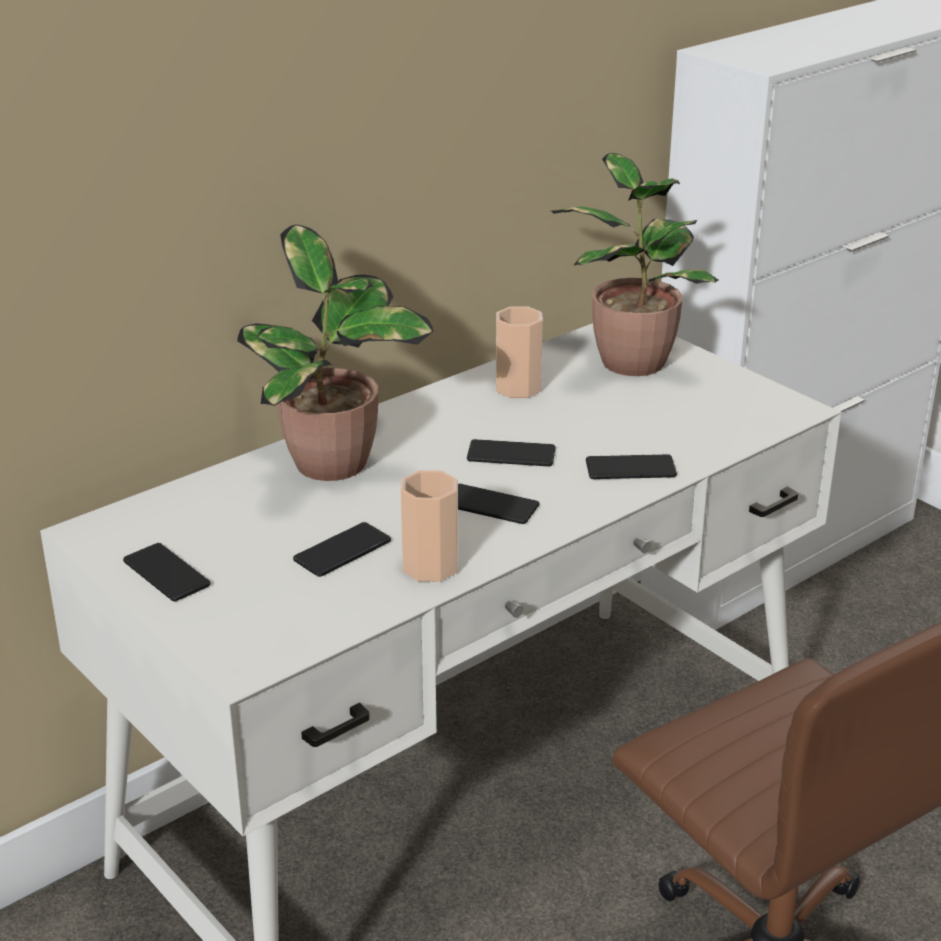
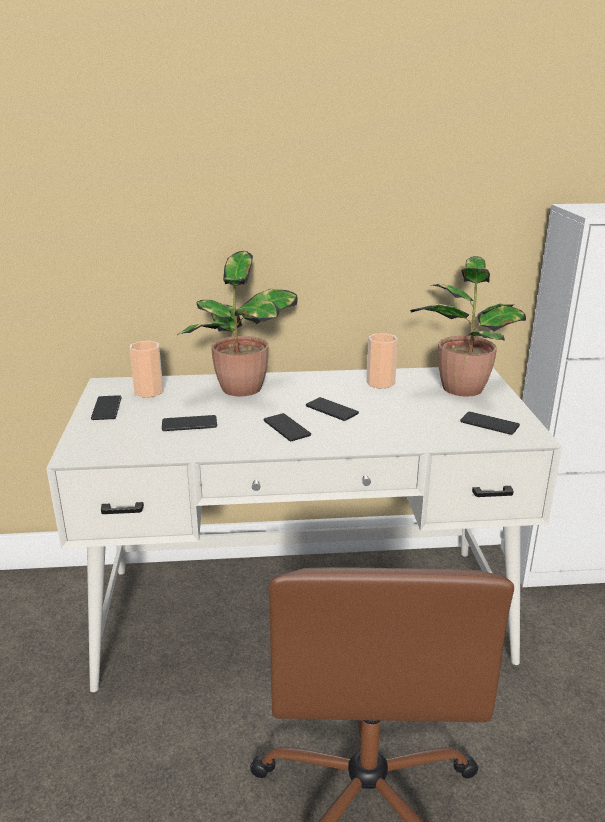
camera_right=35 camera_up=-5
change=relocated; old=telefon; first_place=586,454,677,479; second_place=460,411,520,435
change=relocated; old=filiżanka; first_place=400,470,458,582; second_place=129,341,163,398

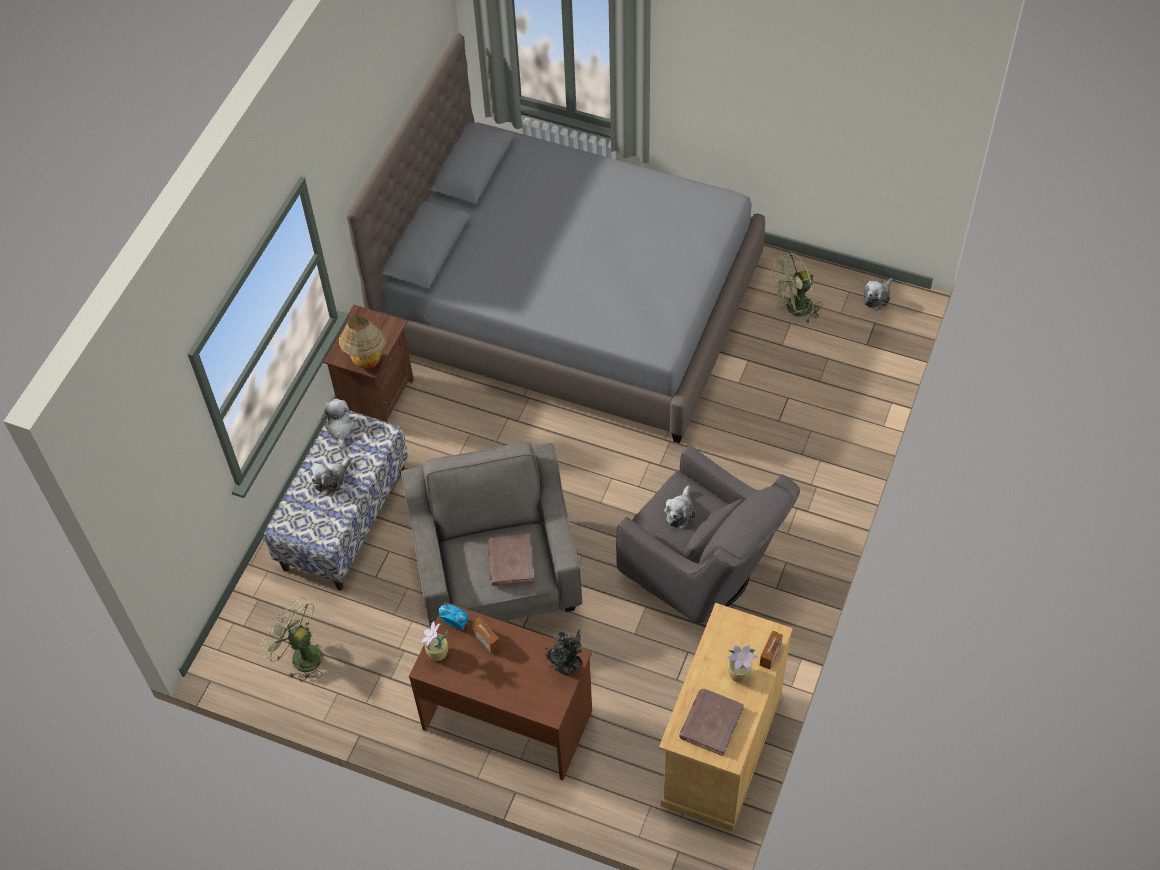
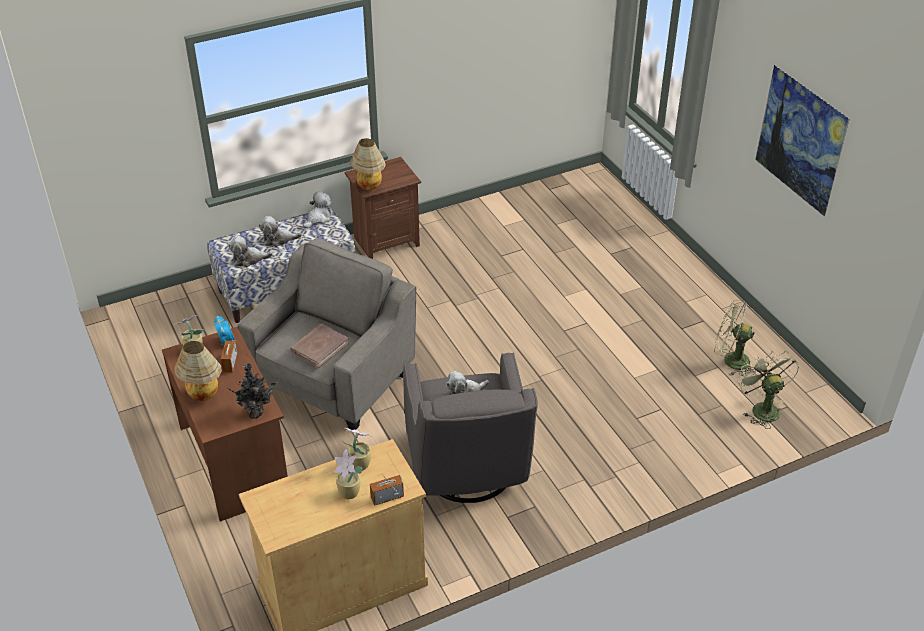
camera_right=40 camera_up=-15
change=missing; old=łóżko/szary; first_place=346,33,765,443
change=relocated; old=pluszak; first_place=864,278,893,311; second_place=228,236,273,267
change=relocated; old=wentylator/zielony; first_place=261,597,323,682; second_place=737,351,799,429
change=missing; old=książka/brązowy; first_place=679,688,744,756
change=appeared; new=obraz; second_place=755,65,850,217
change=appeared; new=lampa stołowa; second_place=174,341,222,401
change=appeared; new=roślina doniczkowa; second_place=342,428,372,470

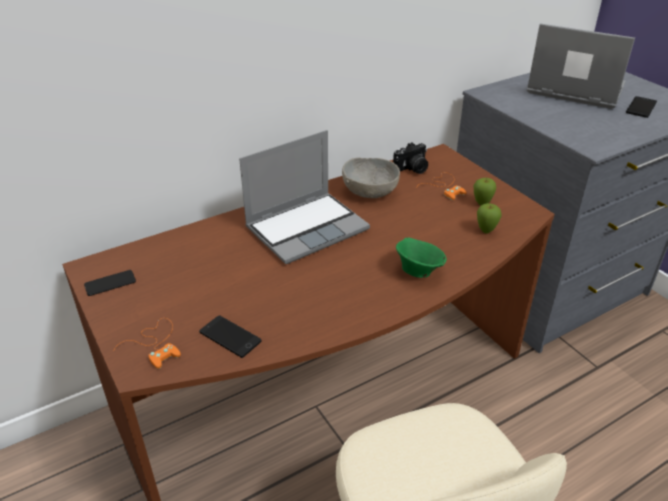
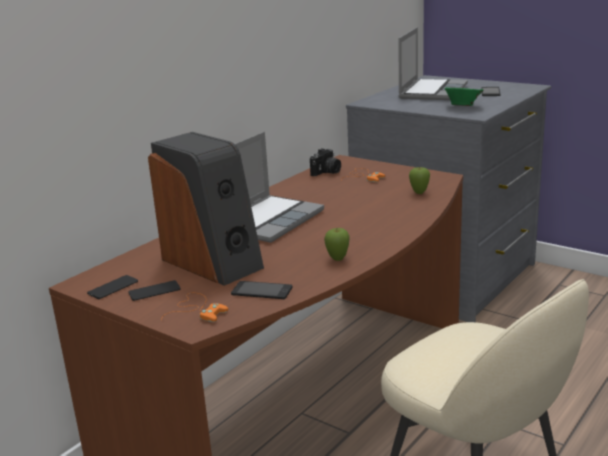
camera_right=-20 camera_up=-15
change=spun; old=laptop; first_place=527,23,635,109; second_place=398,27,468,100; degrees=105
change=missing; old=miska/szary; first_place=342,158,400,198
change=relocated; old=jabłko; first_place=474,178,496,206; second_place=324,228,350,261
change=relocated; old=miska/zielony; first_place=396,237,447,278; second_place=444,87,483,106
change=appeared; new=głośnik; second_place=148,132,264,286
change=appeared; new=telefon; second_place=128,280,181,301

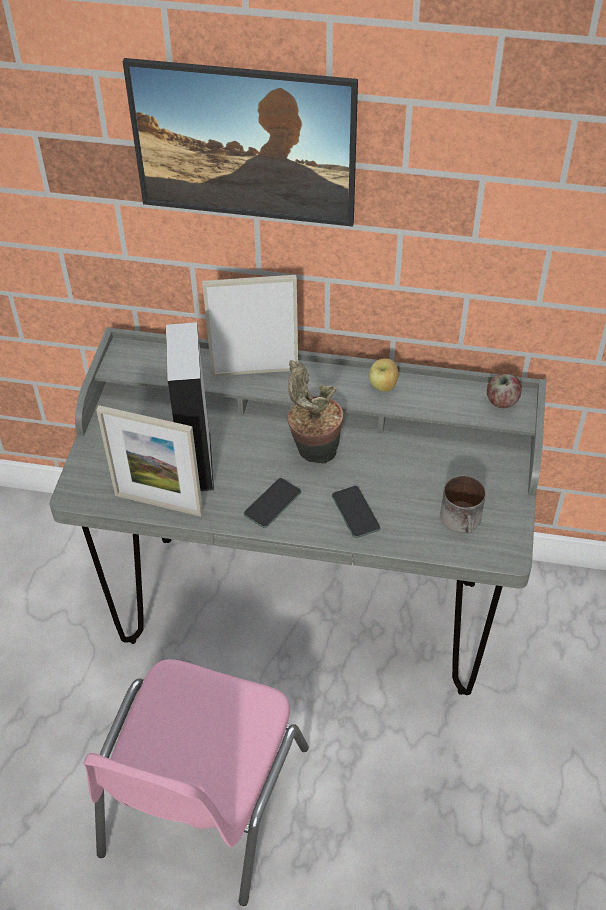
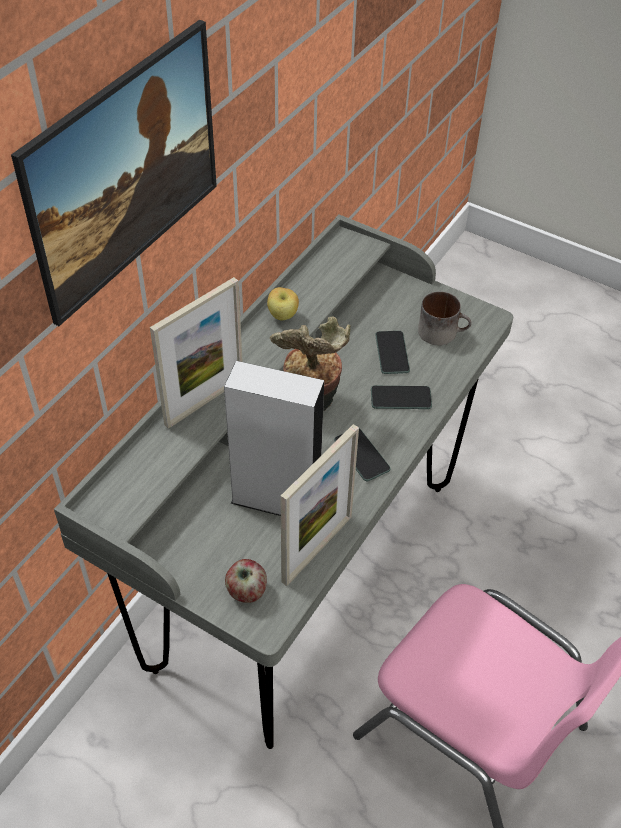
camera_right=-70 camera_up=0
change=spun; old=ramka na zdjęcie; first_place=202,275,298,376; second_place=150,277,243,428; degrees=-150
change=relocated; old=jabłko; first_place=487,374,522,408; second_place=225,559,267,603
change=appeared; new=telefon; second_place=375,331,410,374

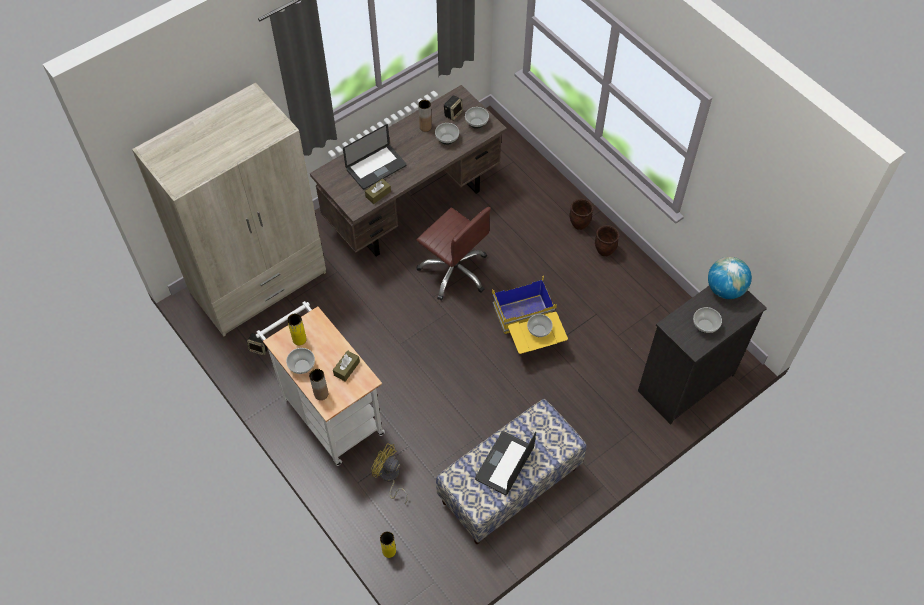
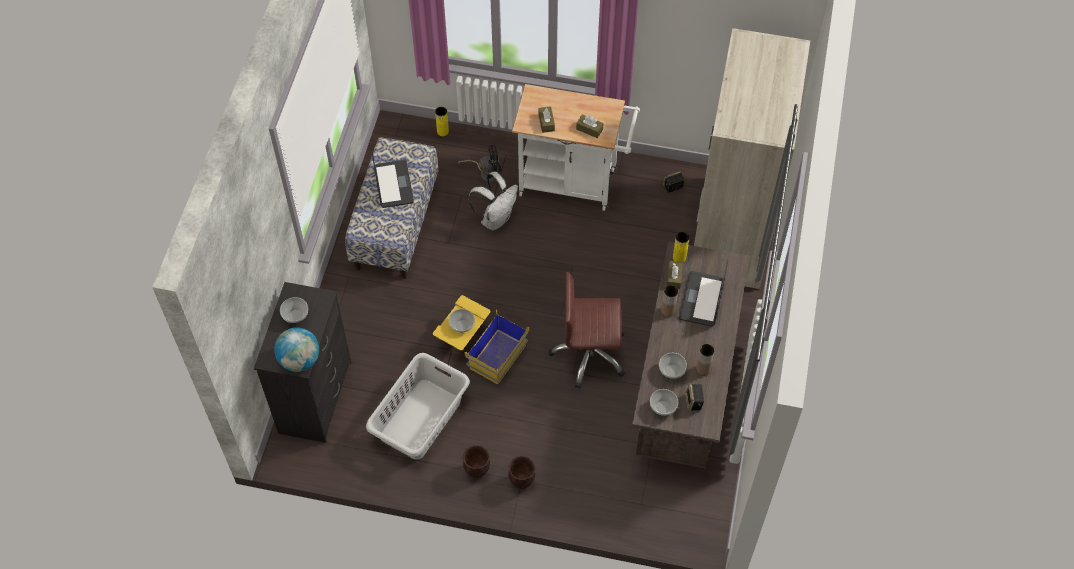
camera_right=140 camera_up=0
change=relocated; old=wazon/żółty; first_place=287,313,307,345; second_place=673,232,690,263
change=missing; old=miska; first_place=286,348,315,374
change=relocated; old=wazon/brązowy; first_place=309,369,328,400; second_place=661,285,678,317
change=colour; old=wentylator/żółty; new=wentylator/czarny; first_place=371,443,408,504; second_place=458,144,501,182
change=appeared; new=pudełko chusteczek/brązowy; second_place=576,114,604,138
change=appeared; new=plecak/biały; second_place=468,172,518,231
change=appeared; new=kosz na pranie/szary; second_place=366,353,470,460

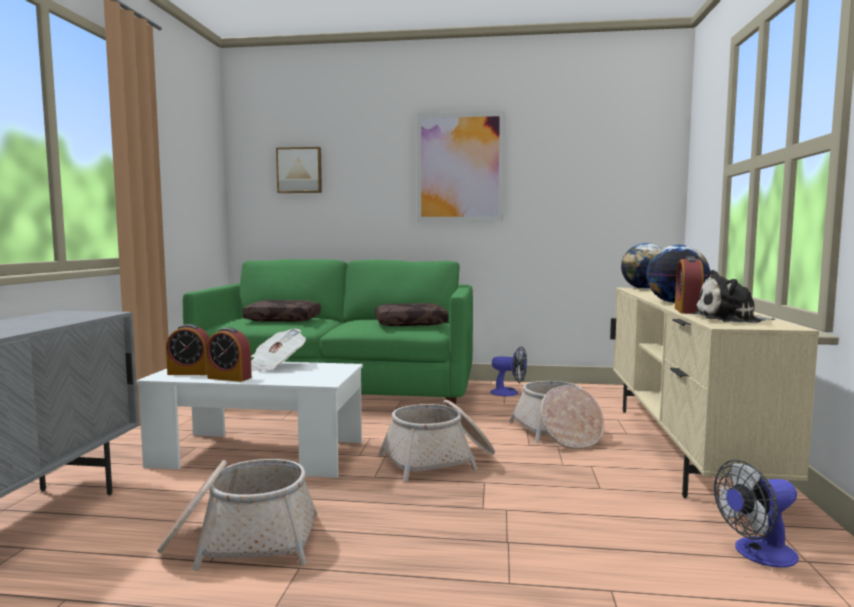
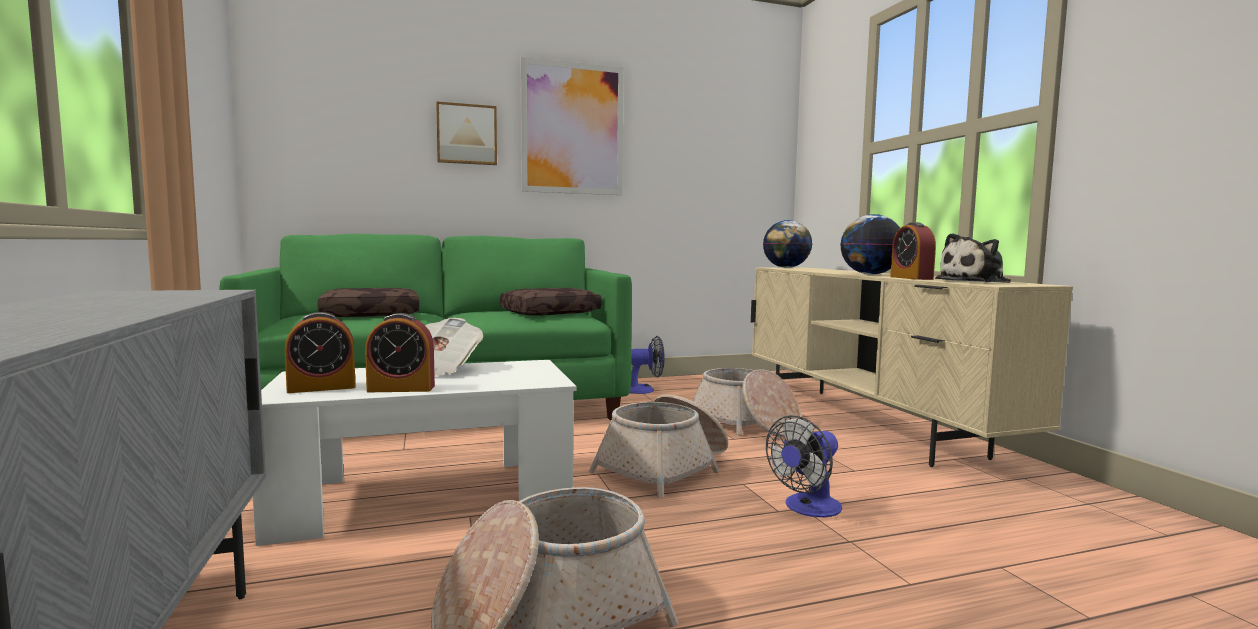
camera_right=-25 camera_up=0
change=relocated; old=obraz; first_place=276,147,322,193; second_place=436,101,497,165
change=relocated; old=wentylator; first_place=714,460,799,568; second_place=766,415,842,517

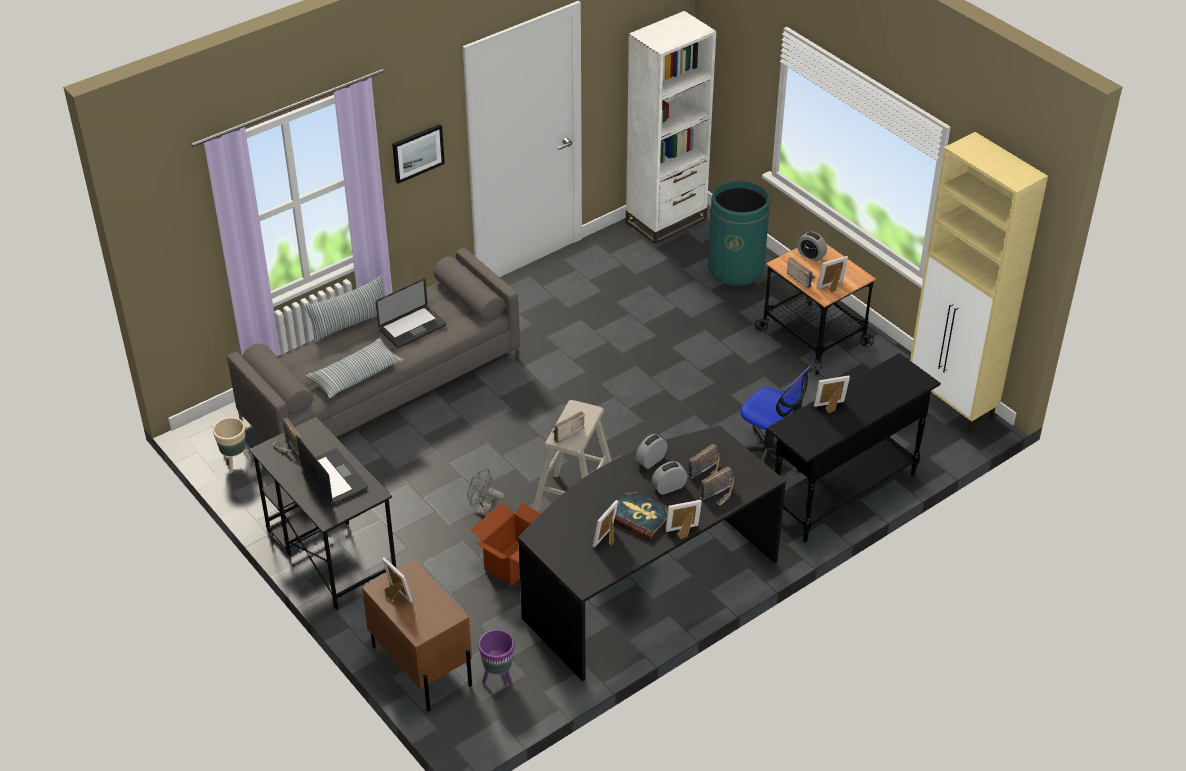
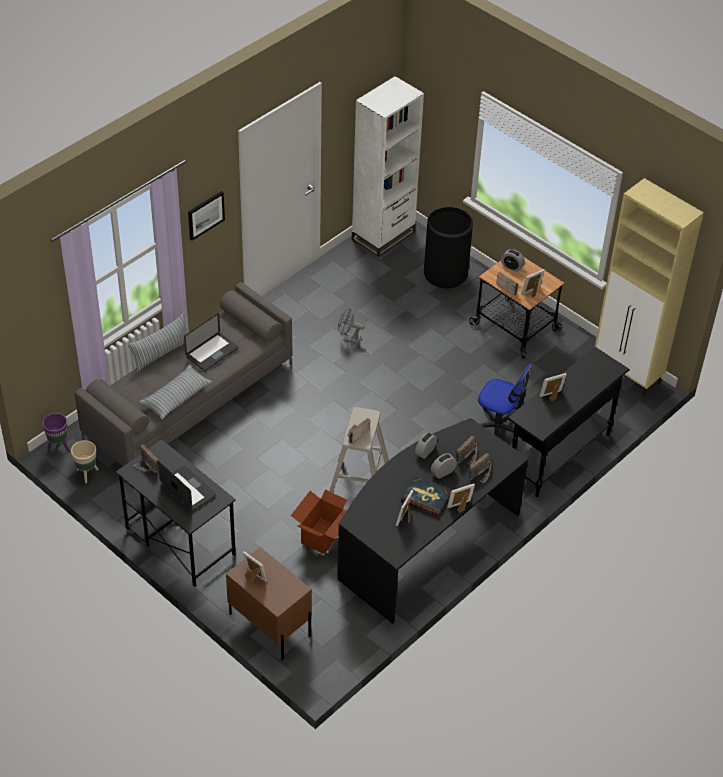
camera_right=-10 camera_up=5
change=colour; old=kosz na śmieci/zielony; new=kosz na śmieci/czarny; first_place=708,181,770,286; second_place=424,207,473,289
change=relocated; old=wentylator/szary; first_place=467,468,505,516; second_place=338,308,364,344
change=relocated; old=donica/fioletowy; first_place=478,630,515,686; second_place=42,413,69,452

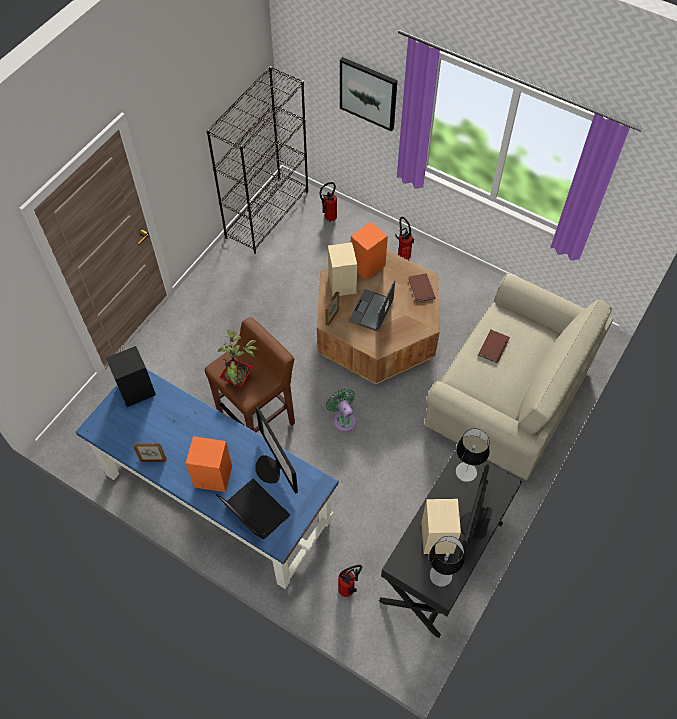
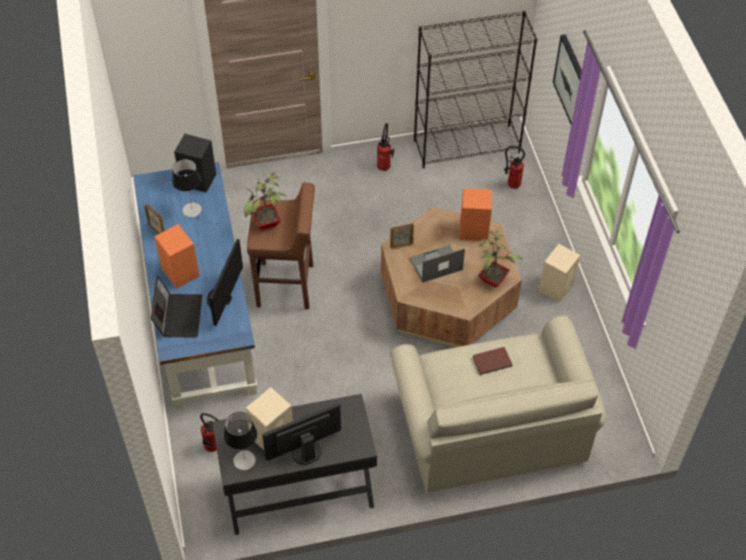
camera_right=45 camera_up=-5
change=relocated; old=gaśnica; first_place=395,216,414,260; second_place=377,123,394,171
change=relocated; old=głośnik/beżowy; first_place=328,242,357,296; second_place=539,244,580,302
change=exchanged; old=książka/brązowy; new=roślina doniczkowa; first_place=408,273,435,303; second_place=478,231,522,288
change=missing; old=wentylator/zielony; first_place=326,389,356,432
change=relocated; old=lampa stołowa; first_place=456,428,490,482; second_place=172,159,202,217

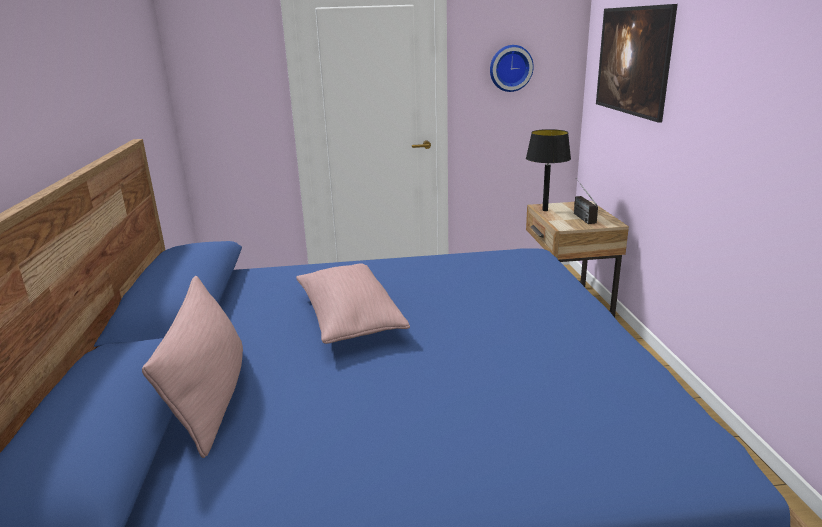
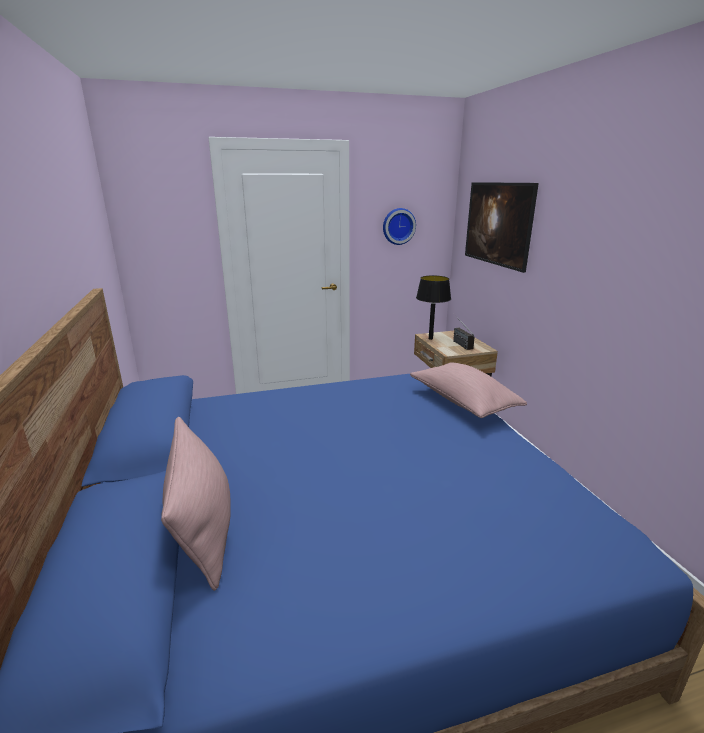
camera_right=-10 camera_up=0
change=relocated; old=poduszka/różowy; first_place=296,263,410,344; second_place=410,362,527,418

